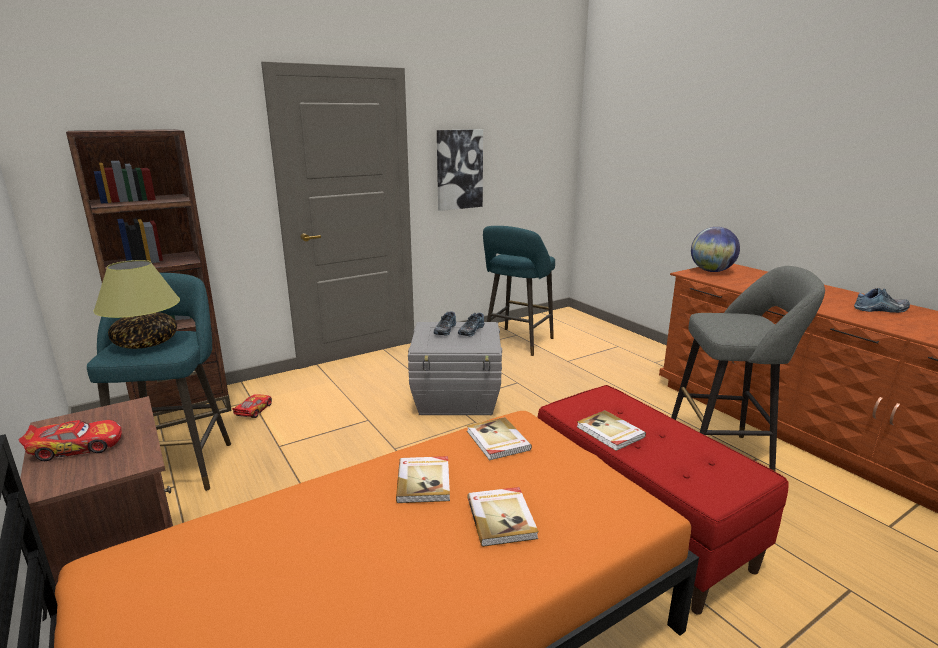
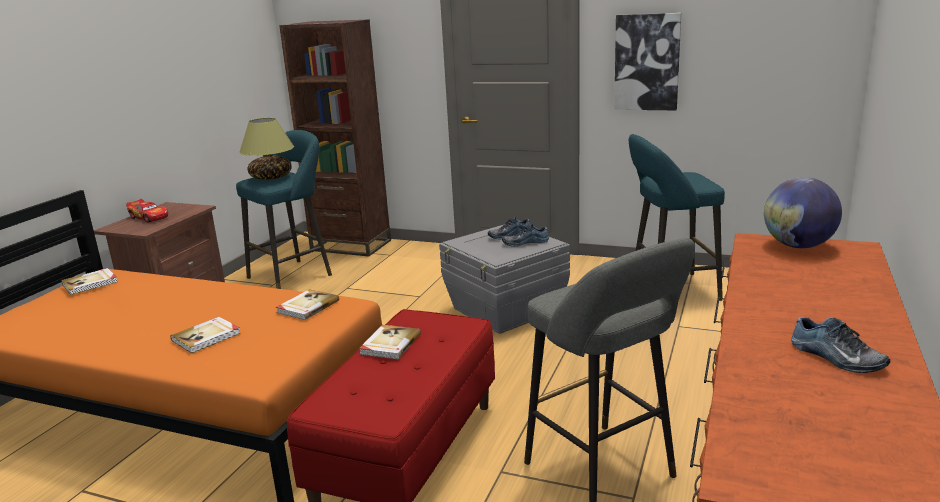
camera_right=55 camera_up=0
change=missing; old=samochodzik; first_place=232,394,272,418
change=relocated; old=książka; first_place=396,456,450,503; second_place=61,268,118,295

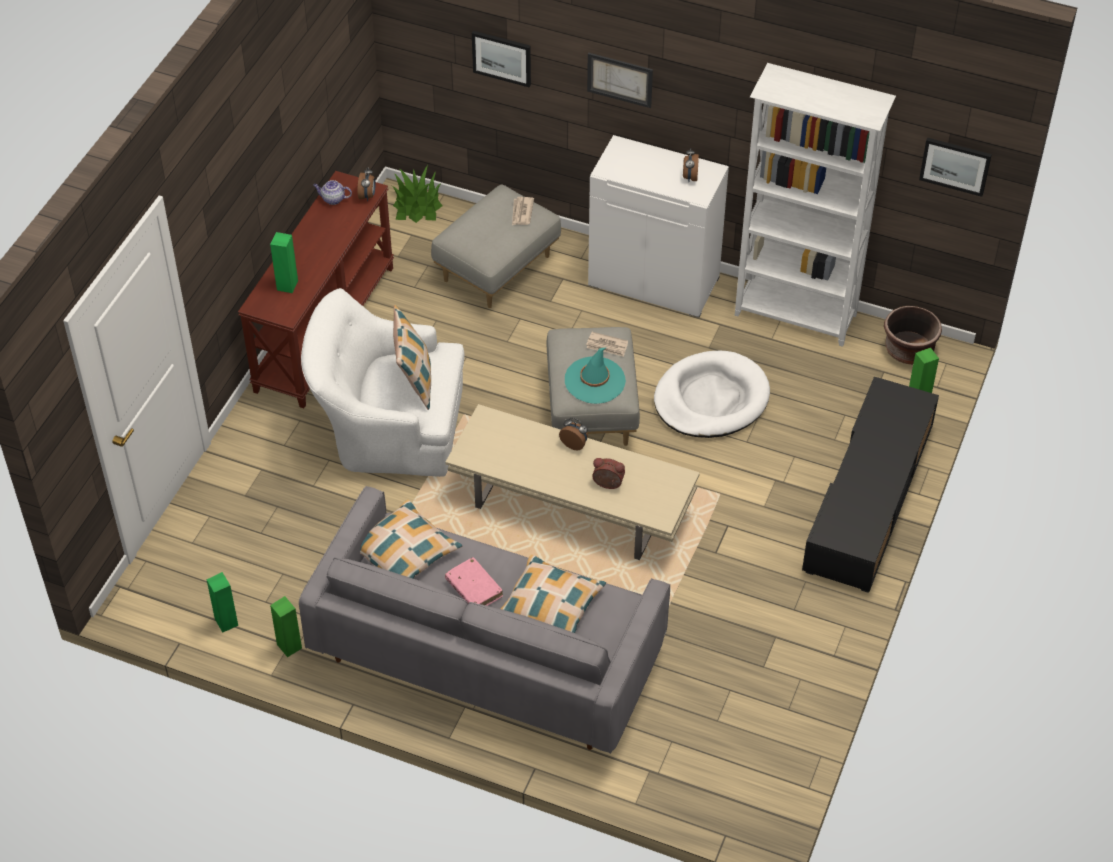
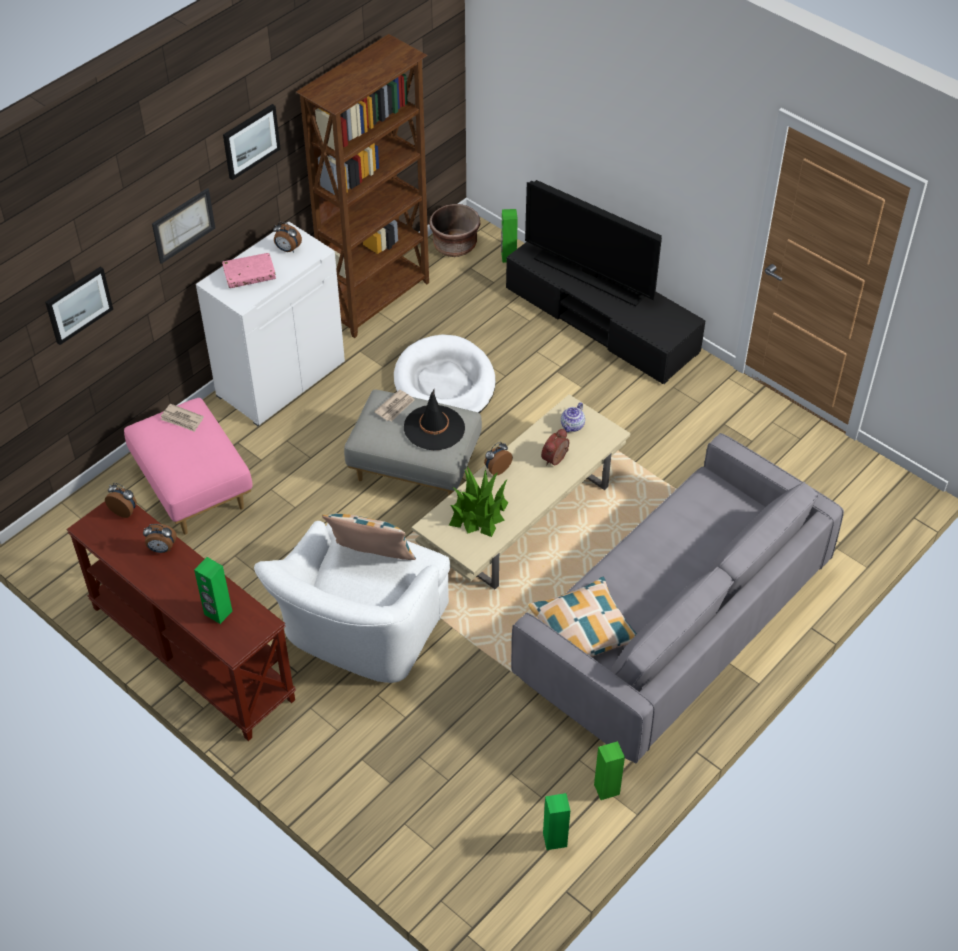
camera_right=-70 camera_up=0
change=colour; old=regał/biały; new=regał/brązowy; first_place=735,63,896,347; second_place=296,34,429,338
change=relocated; old=obraz; first_place=919,137,992,197; second_place=223,104,281,180
change=relocated; old=roślina doniczkowa; first_place=392,165,443,223; second_place=449,466,508,537
change=relocated; old=imbryk; first_place=313,180,352,205; second_place=561,402,585,432
change=colour; old=pufa/szary; new=pufa/różowy; first_place=431,185,561,308; second_place=124,398,253,534
change=colour; old=kapelusz/turkusowy; new=kapelusz/czarny; first_place=565,347,626,404; second_place=404,390,465,450
change=missing; old=poduszka; first_place=500,555,606,633
change=relocated; old=książka/różowy; first_place=445,557,503,606; second_place=222,253,276,288
change=appeared; new=telewizor; second_place=525,180,662,307
change=appeared; new=budzik; second_place=143,524,177,553

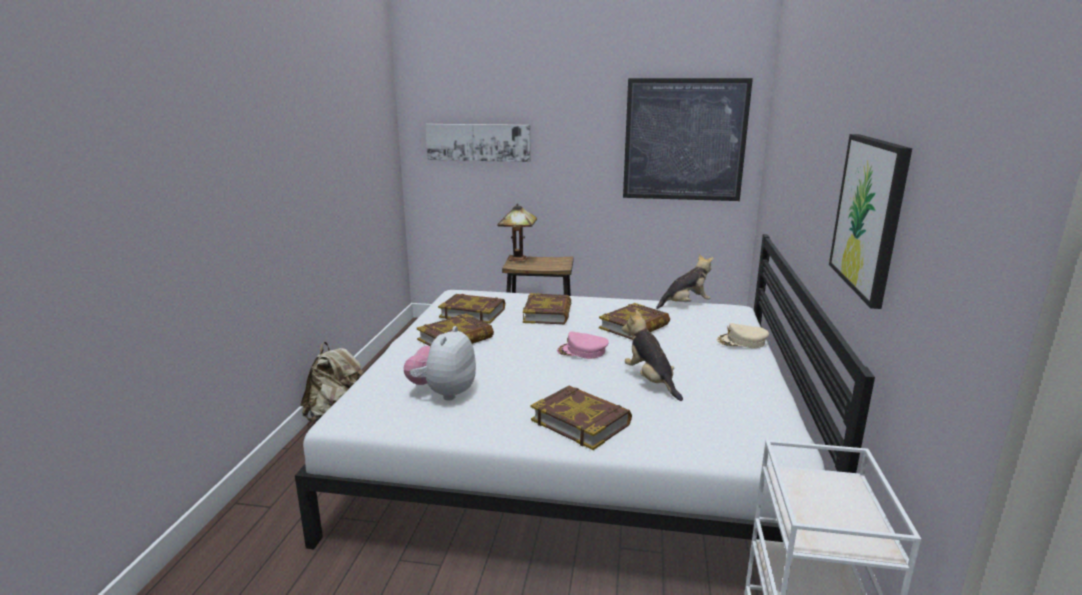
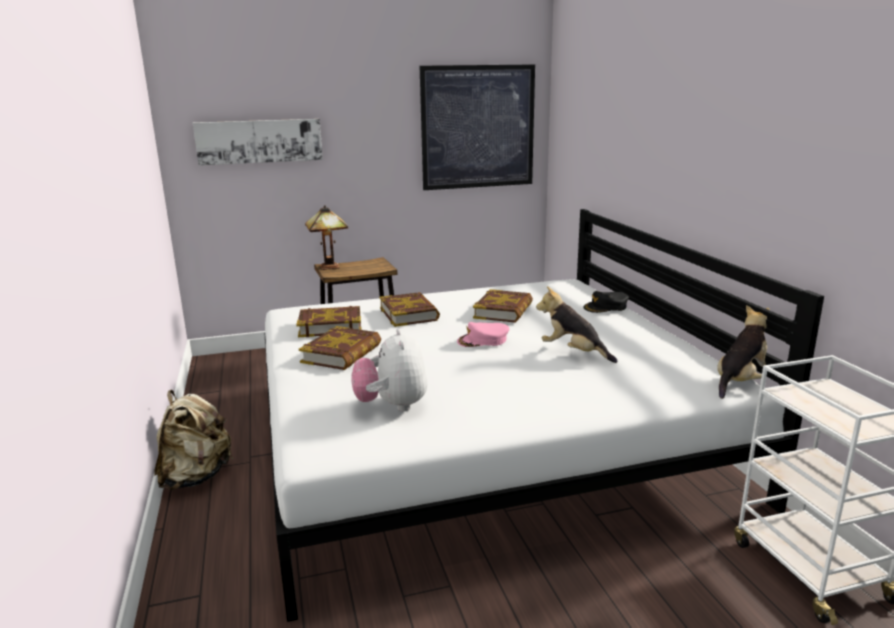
camera_right=-25 camera_up=0
change=missing; old=obraz; first_place=829,134,912,309
change=relocated; old=pluszak; first_place=656,254,714,309; second_place=717,305,770,399
change=colour; old=czapka z daszkiem/beżowy; new=czapka z daszkiem/czarny; first_place=717,323,769,348; second_place=583,291,629,313
change=missing; old=książka; first_place=531,386,632,450

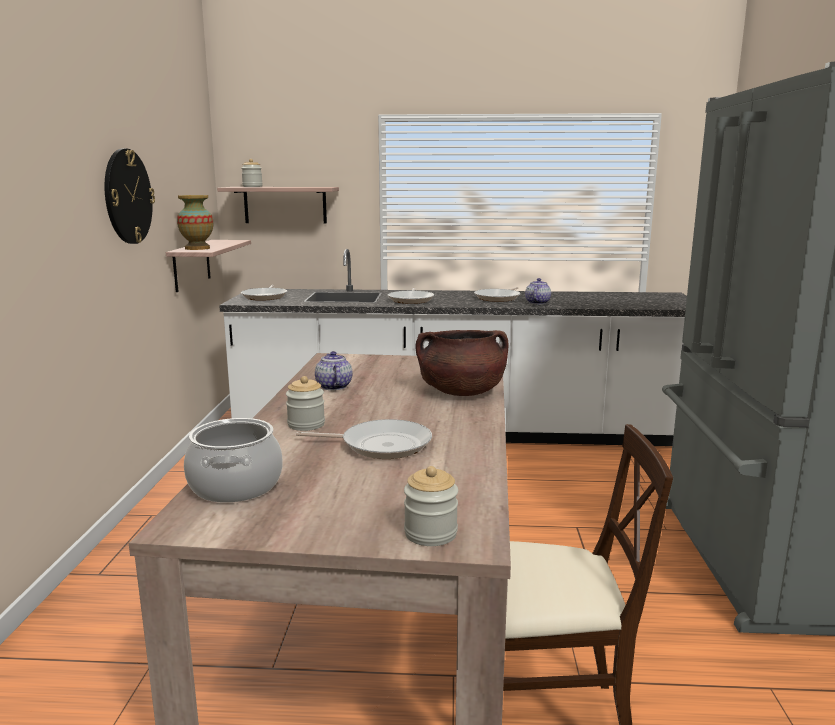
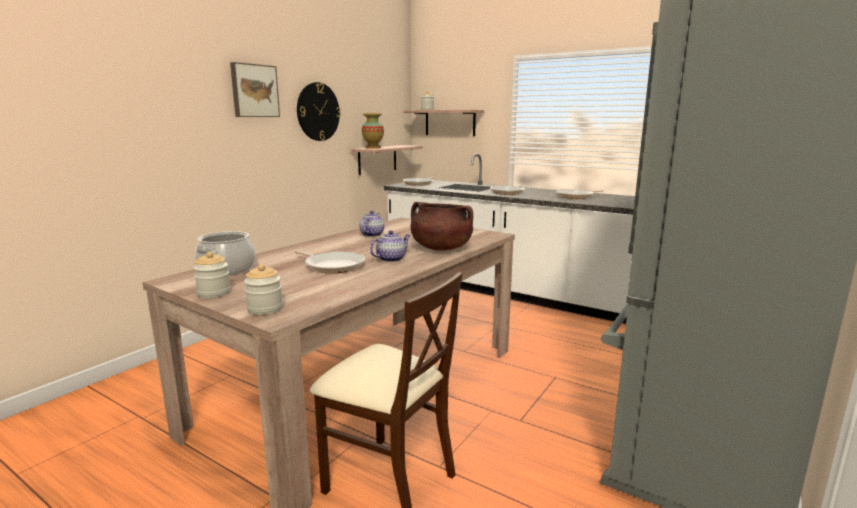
camera_right=30 camera_up=0
change=relocated; old=imbryk; first_place=525,278,551,304; second_place=370,231,410,262
change=relocated; old=słoik; first_place=286,376,325,431; second_place=193,252,231,298
change=appeared; new=obraz; second_place=230,62,280,117

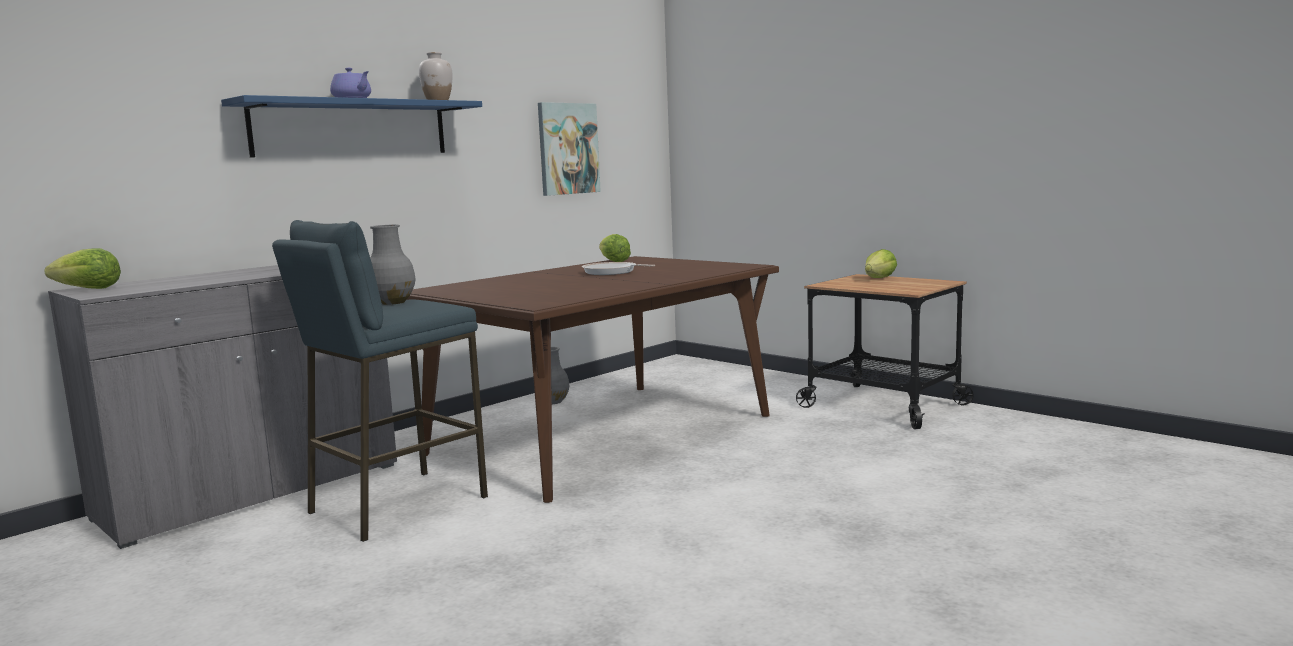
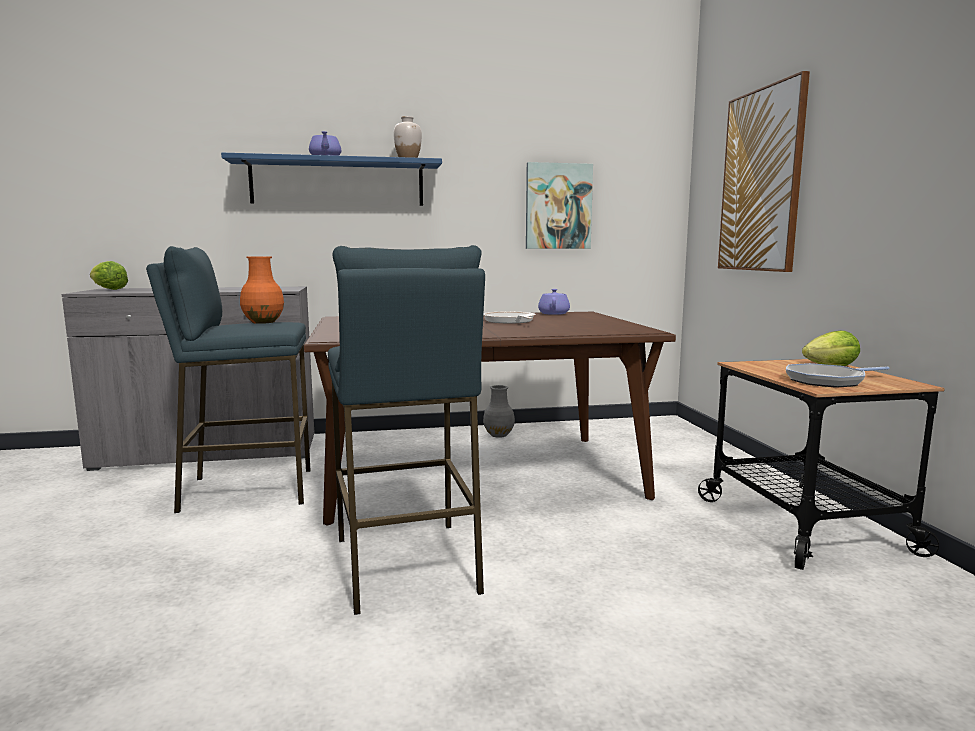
camera_right=35 camera_up=0
change=colour; old=wazon/szary; new=wazon/pomarańczowy; first_place=370,225,416,305; second_place=240,256,284,324
change=exchanged; old=sałata; new=imbryk/fioletowy; first_place=599,234,631,262; second_place=538,289,570,315
change=appeared; new=obraz; second_place=718,71,810,272
change=appeared; new=stołek/niebieski; second_place=328,245,485,615
change=appeared; new=patelnia; second_place=786,363,890,388

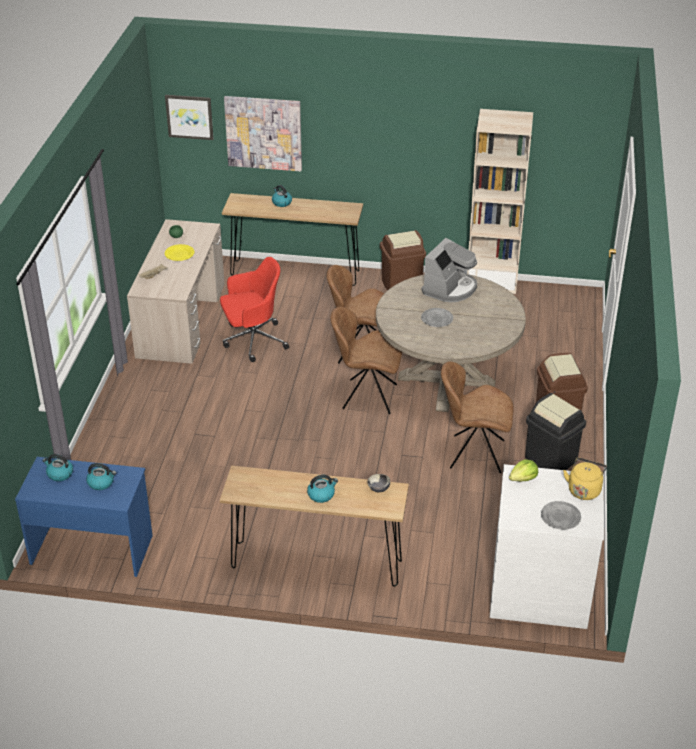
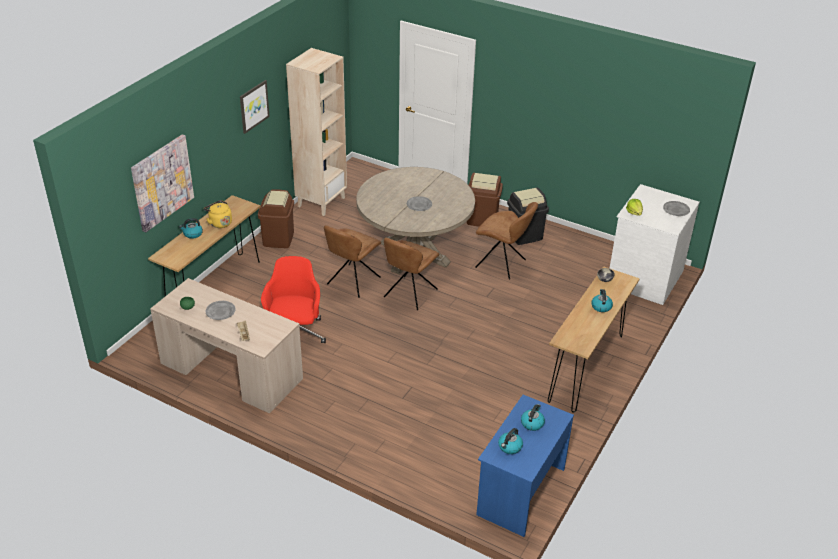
camera_right=-70 camera_up=0
change=relocated; old=obraz; first_place=165,95,213,140; second_place=240,80,270,134
change=missing; old=ekspres do kawy; first_place=422,238,477,302
change=colour; old=talerz/żółty; new=talerz/szary; first_place=165,244,194,261; second_place=206,301,236,320
change=spun; old=krzesło/brązowy; first_place=441,361,514,473; second_place=476,202,538,280; degrees=-90
change=relocated; old=czajnik/żółty; first_place=563,457,607,500; second_place=204,200,232,228

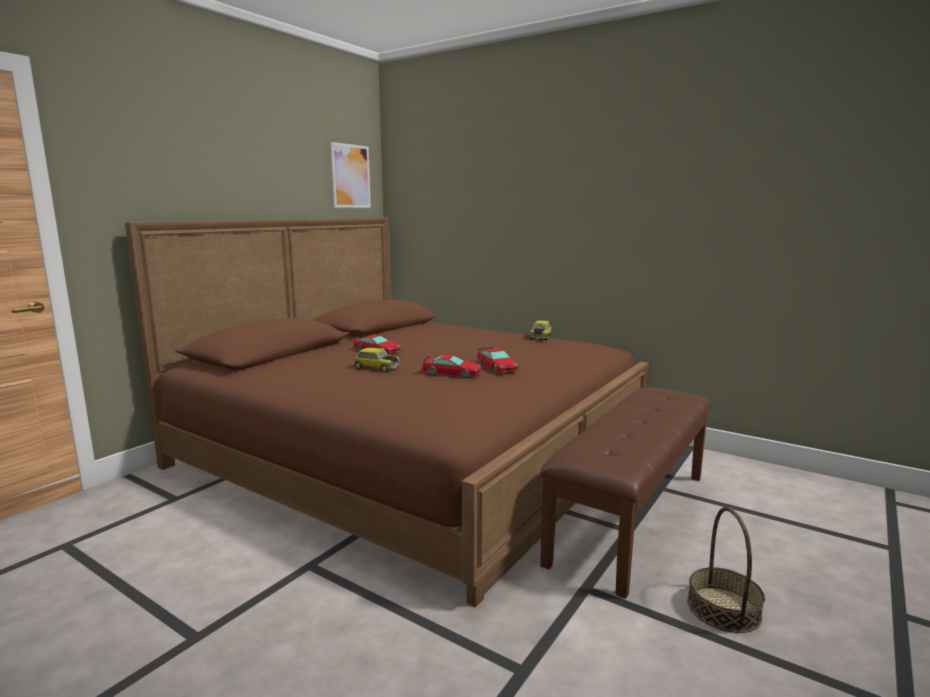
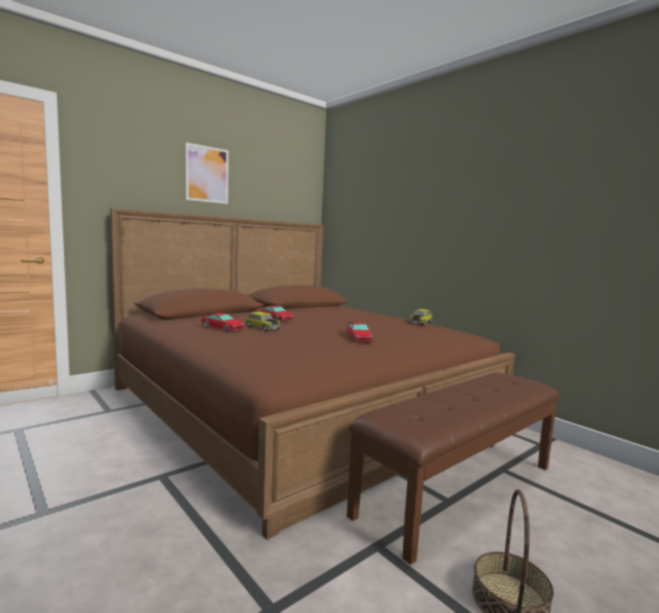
camera_right=15 camera_up=-5
change=relocated; old=obraz; first_place=330,142,371,208; second_place=185,142,229,204
change=relocated; old=samochodzik; first_place=423,355,481,378; second_place=202,313,245,331

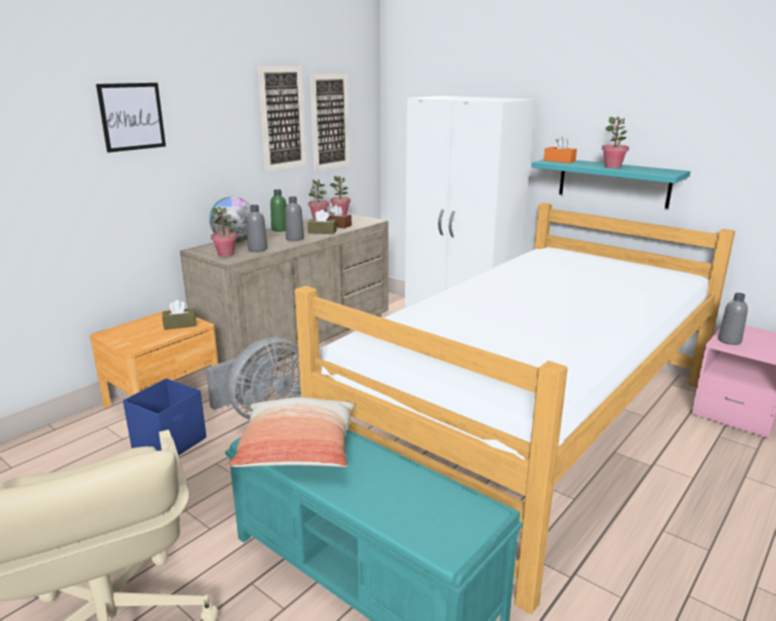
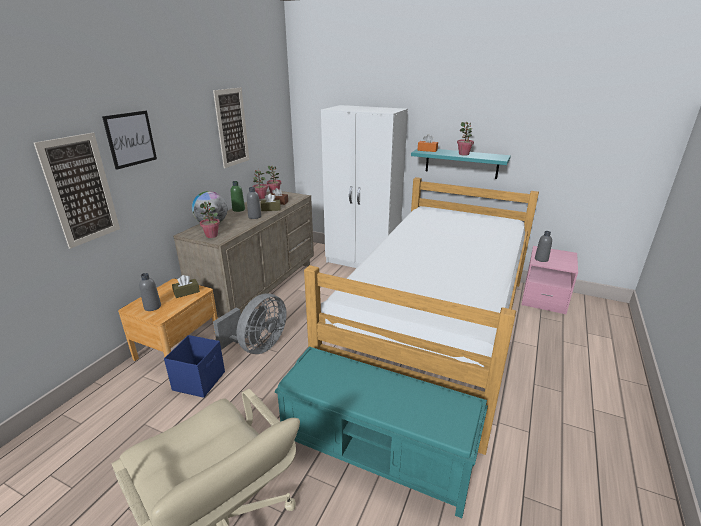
camera_right=-15 camera_up=5
change=relocated; old=obraz; first_place=310,73,350,171; second_place=34,133,120,249
change=relocated; old=butelka/szary; first_place=247,205,268,252; second_place=139,273,161,311
change=missing; old=poduszka; first_place=227,397,355,467

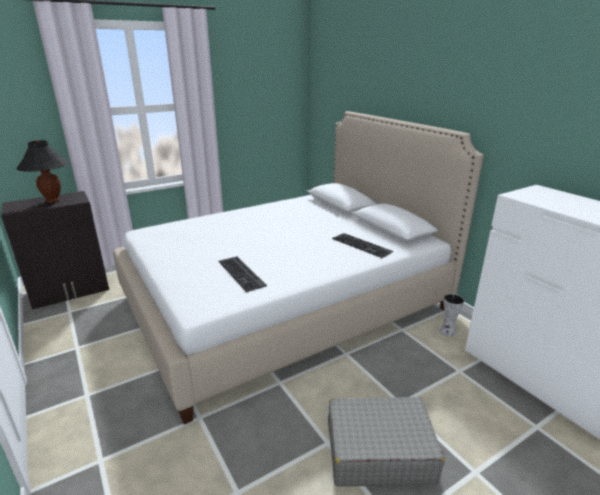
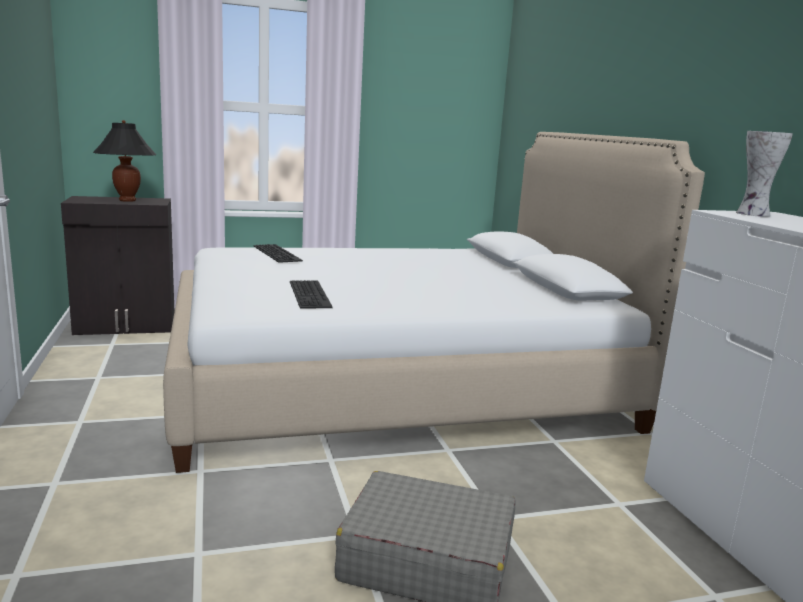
camera_right=15 camera_up=-10
change=relocated; old=klawiatura; first_place=332,233,393,258; second_place=254,244,303,263
change=relocated; old=wazon; first_place=440,294,464,336; second_place=736,131,793,217

